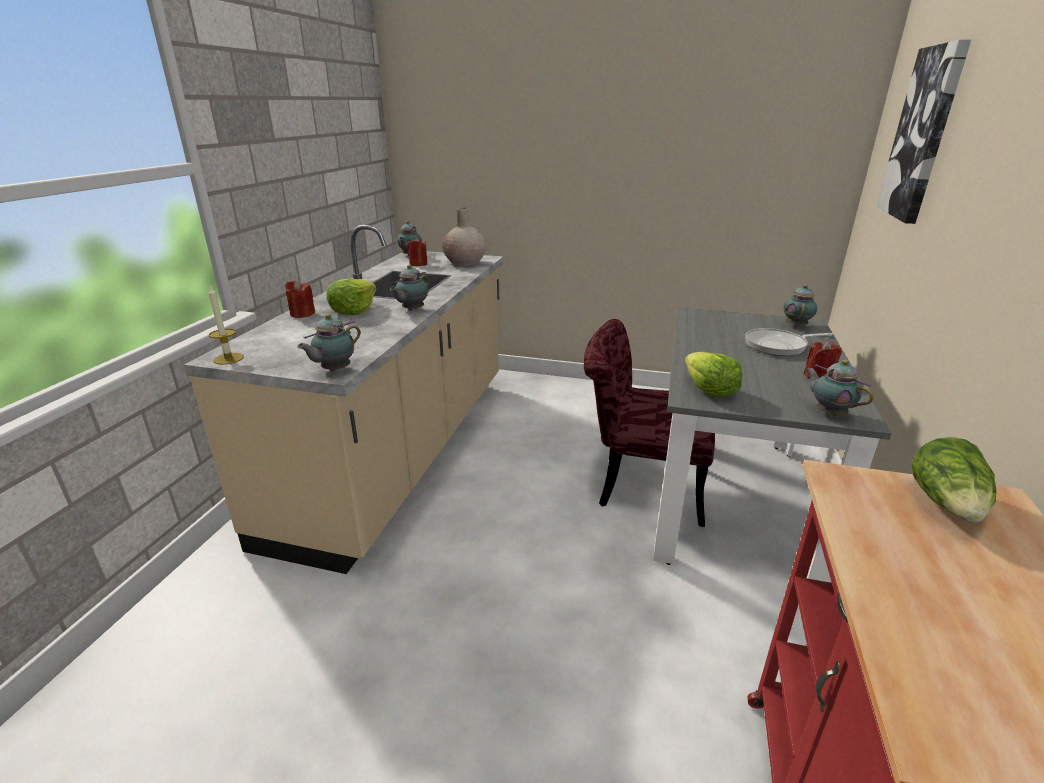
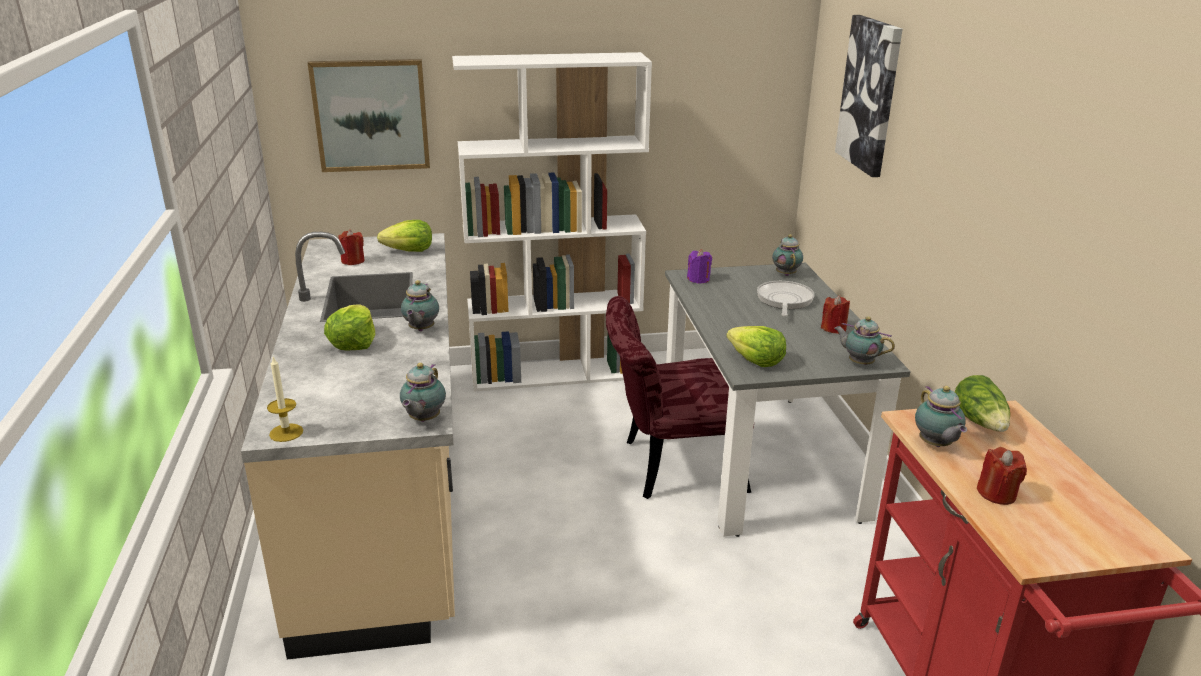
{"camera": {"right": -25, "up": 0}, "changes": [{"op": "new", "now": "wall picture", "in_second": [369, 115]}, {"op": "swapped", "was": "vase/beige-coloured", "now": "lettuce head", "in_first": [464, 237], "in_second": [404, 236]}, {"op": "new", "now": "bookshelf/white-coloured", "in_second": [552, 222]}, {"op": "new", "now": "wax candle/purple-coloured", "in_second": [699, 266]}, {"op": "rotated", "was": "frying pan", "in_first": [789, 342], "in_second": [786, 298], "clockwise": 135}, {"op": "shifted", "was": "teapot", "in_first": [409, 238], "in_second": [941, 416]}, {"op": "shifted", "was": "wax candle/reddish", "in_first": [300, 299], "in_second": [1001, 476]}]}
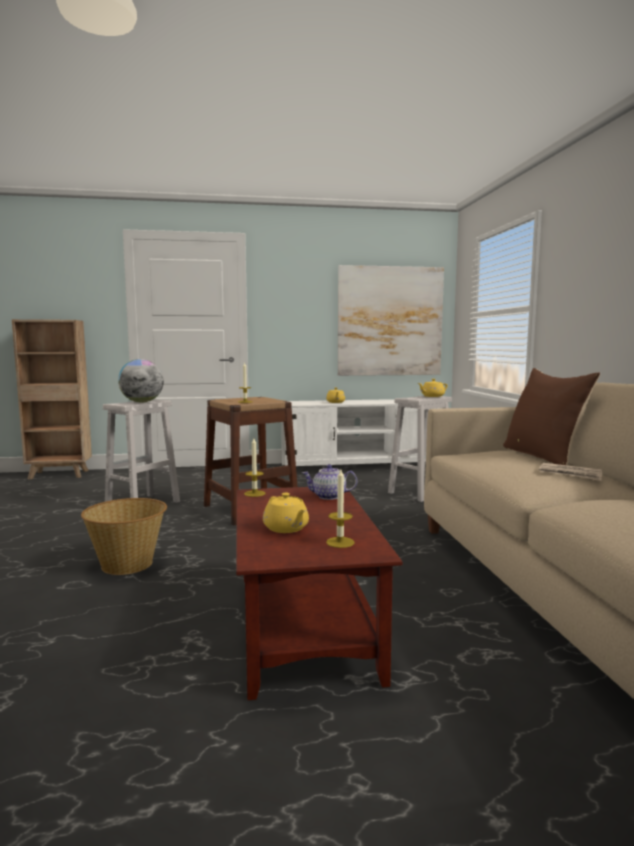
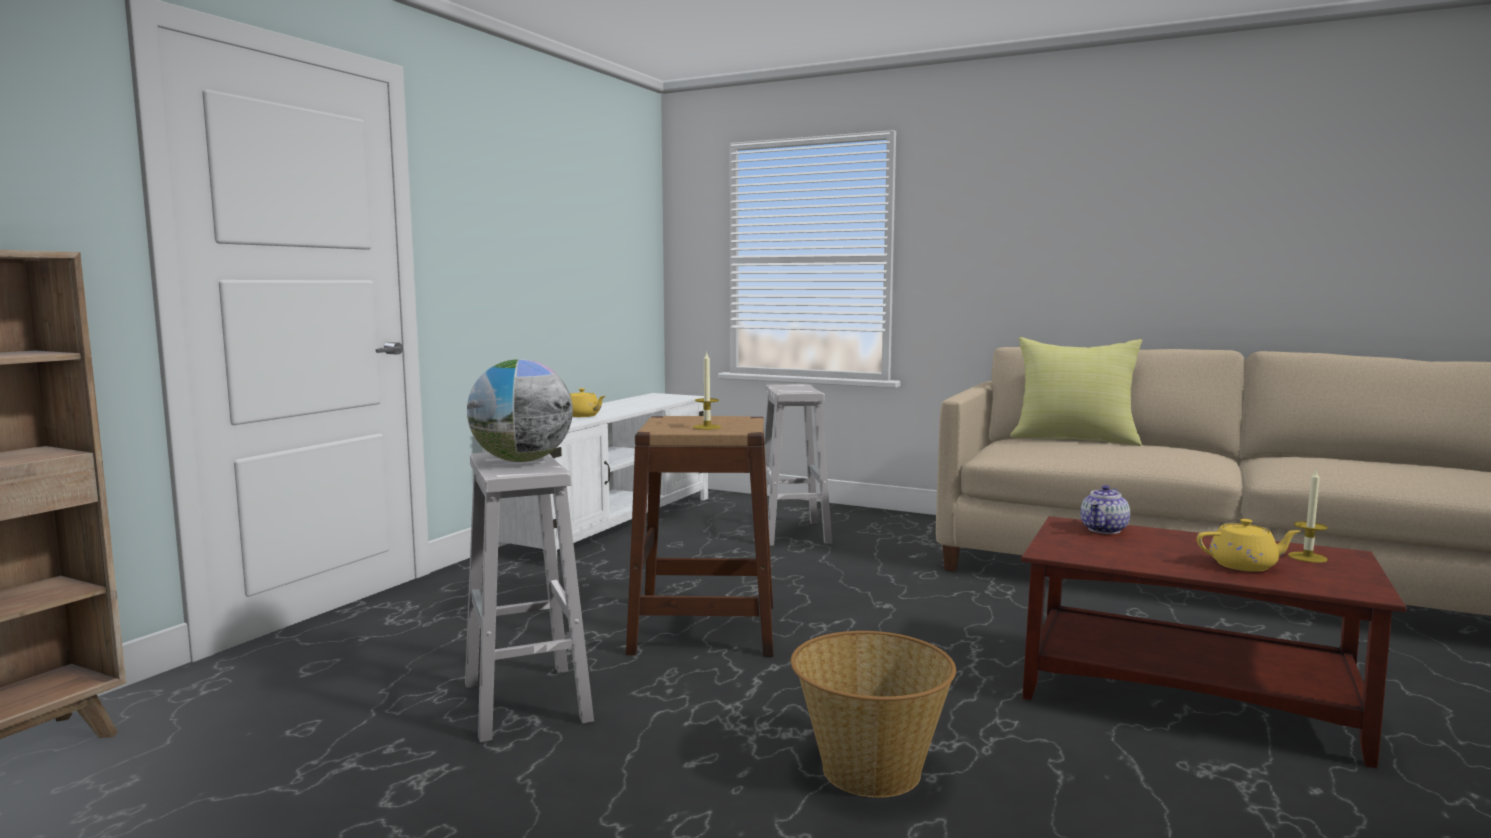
{"camera": {"right": -55, "up": 0}, "changes": [{"op": "repainted", "was": "throw pillow/brown", "now": "throw pillow/yellowish", "in_first": [551, 416], "in_second": [1076, 391]}, {"op": "gone", "was": "wax candle", "in_first": [254, 467]}, {"op": "gone", "was": "wall picture", "in_first": [391, 320]}, {"op": "gone", "was": "teapot/yellowish", "in_first": [432, 388]}, {"op": "gone", "was": "newspaper", "in_first": [570, 472]}]}
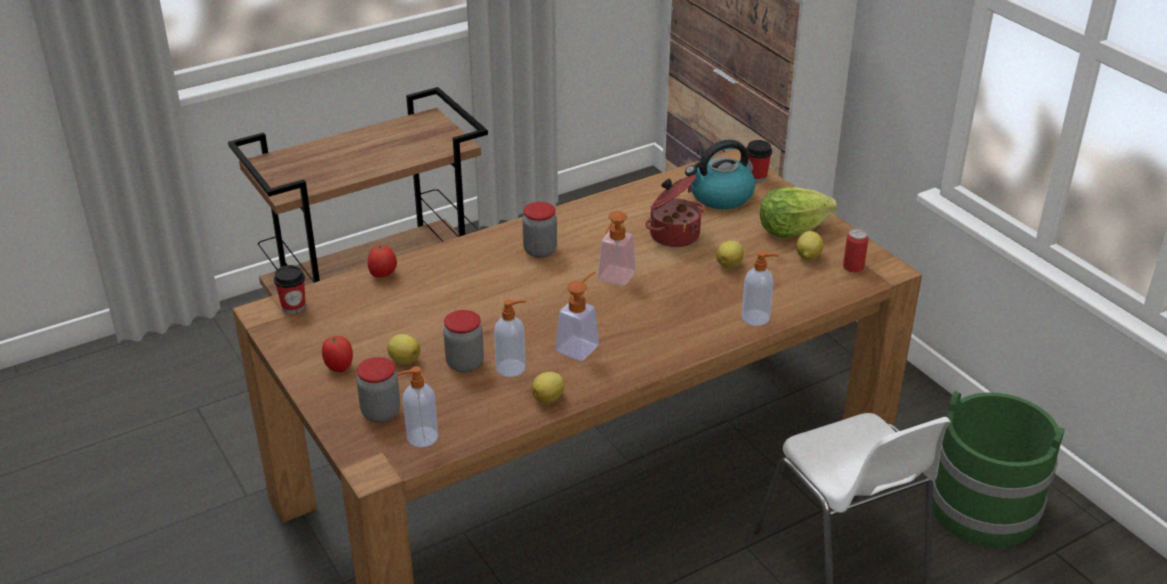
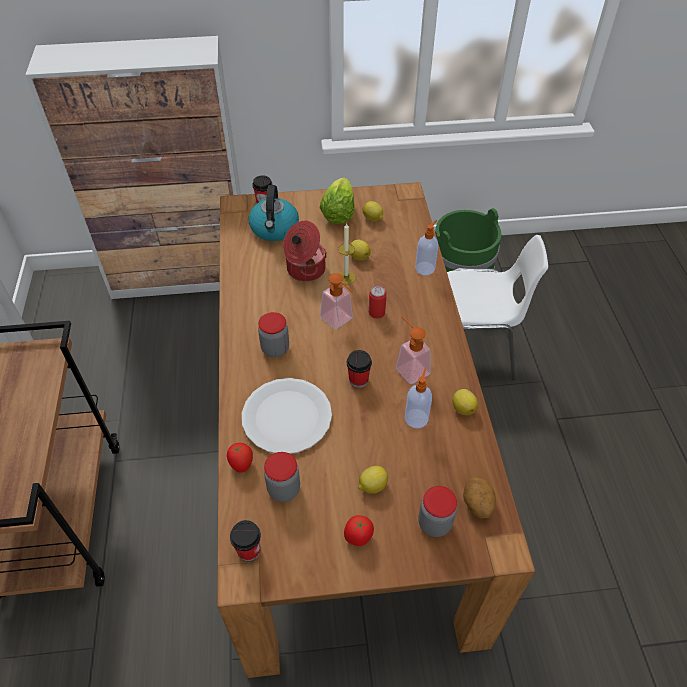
{"camera": {"right": -65, "up": 15}, "changes": [{"op": "new", "now": "flat dish/white-coloured", "in_second": [287, 416]}, {"op": "shifted", "was": "preserve jar", "in_first": [463, 341], "in_second": [282, 477]}, {"op": "new", "now": "wax candle", "in_second": [347, 253]}, {"op": "new", "now": "small cup", "in_second": [359, 369]}, {"op": "shifted", "was": "metal can", "in_first": [855, 250], "in_second": [378, 302]}, {"op": "swapped", "was": "soap dispenser", "now": "potato", "in_first": [417, 406], "in_second": [479, 497]}]}
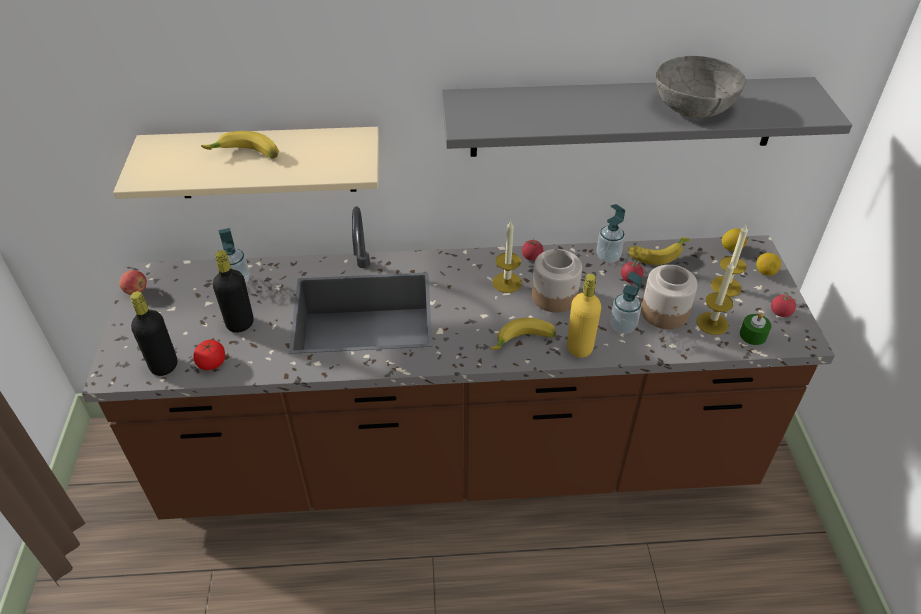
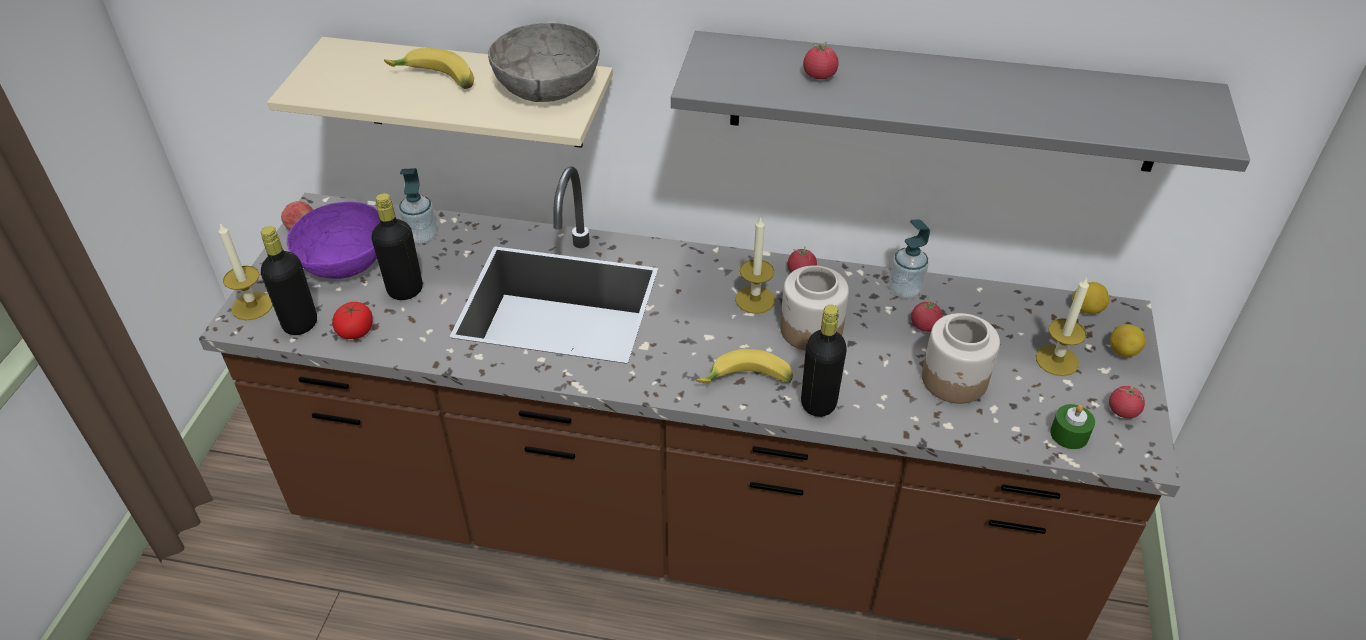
{"camera": {"right": 15, "up": 0}, "changes": [{"op": "shifted", "was": "wax candle", "in_first": [715, 298], "in_second": [246, 271]}, {"op": "new", "now": "serving bowl/purple-coloured", "in_second": [333, 240]}, {"op": "shifted", "was": "serving bowl/grey", "in_first": [700, 87], "in_second": [544, 62]}, {"op": "repainted", "was": "drink bottle/yellowish", "now": "drink bottle/black-coloured", "in_first": [584, 316], "in_second": [824, 361]}, {"op": "new", "now": "whole tomato", "in_second": [821, 60]}, {"op": "gone", "was": "soap dispenser", "in_first": [626, 302]}, {"op": "gone", "was": "banana", "in_first": [659, 251]}]}
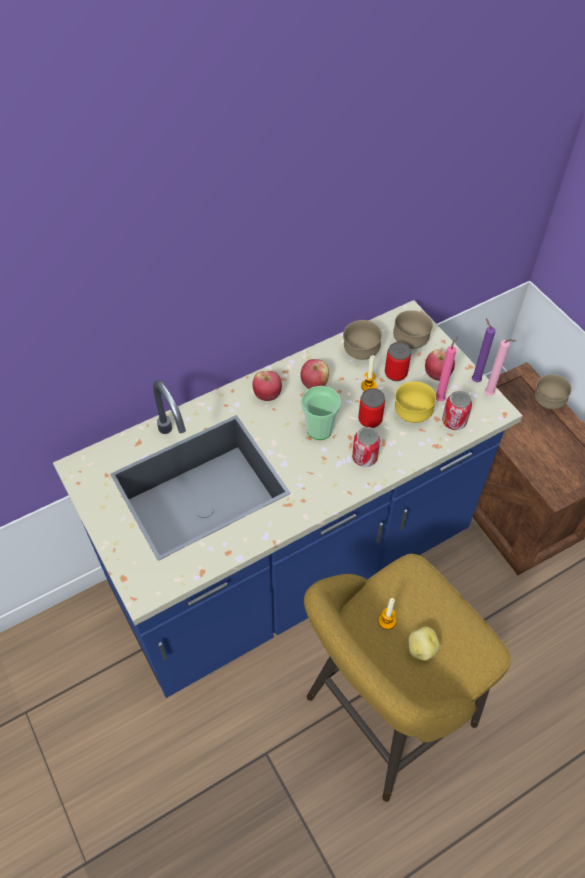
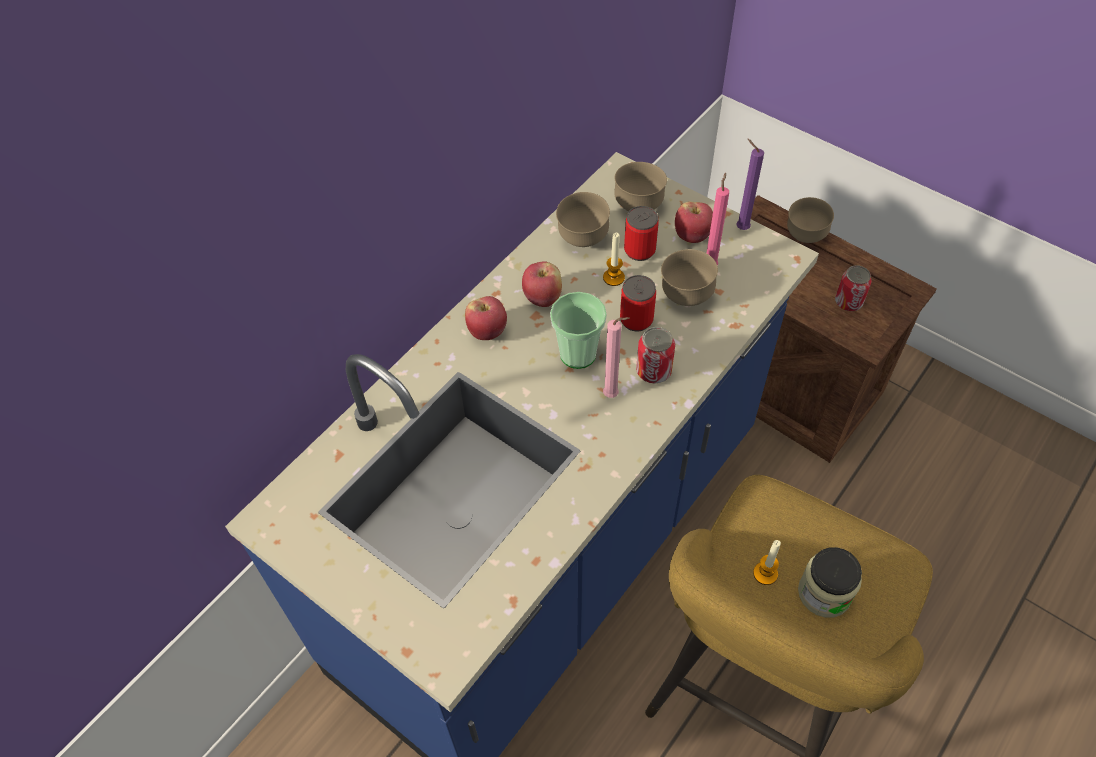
{"camera": {"right": -20, "up": 0}, "changes": [{"op": "shifted", "was": "wax candle/pink-coloured", "in_first": [500, 367], "in_second": [616, 357]}, {"op": "repainted", "was": "serving bowl/yellowish", "now": "serving bowl/brown", "in_first": [415, 402], "in_second": [689, 277]}, {"op": "swapped", "was": "potato", "now": "preserve jar", "in_first": [424, 643], "in_second": [830, 582]}, {"op": "shifted", "was": "metal can", "in_first": [457, 410], "in_second": [853, 288]}]}
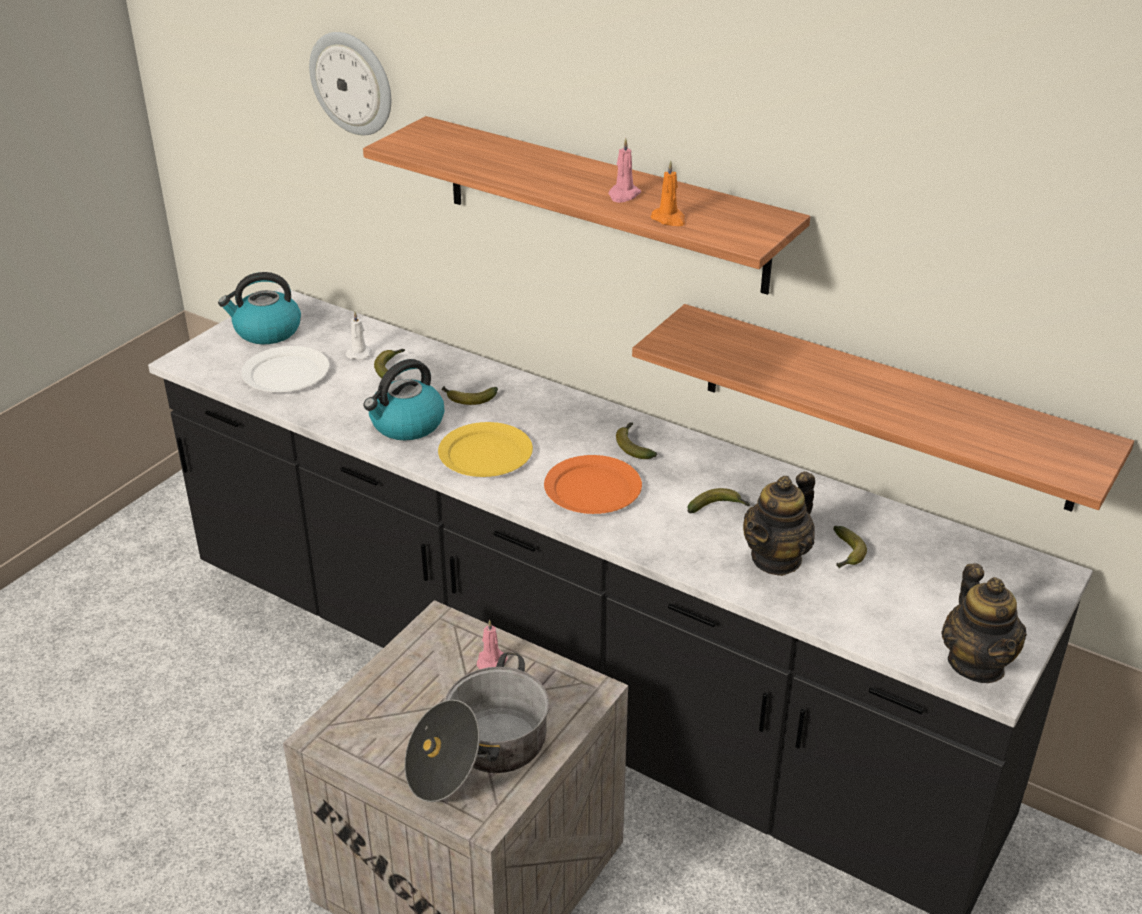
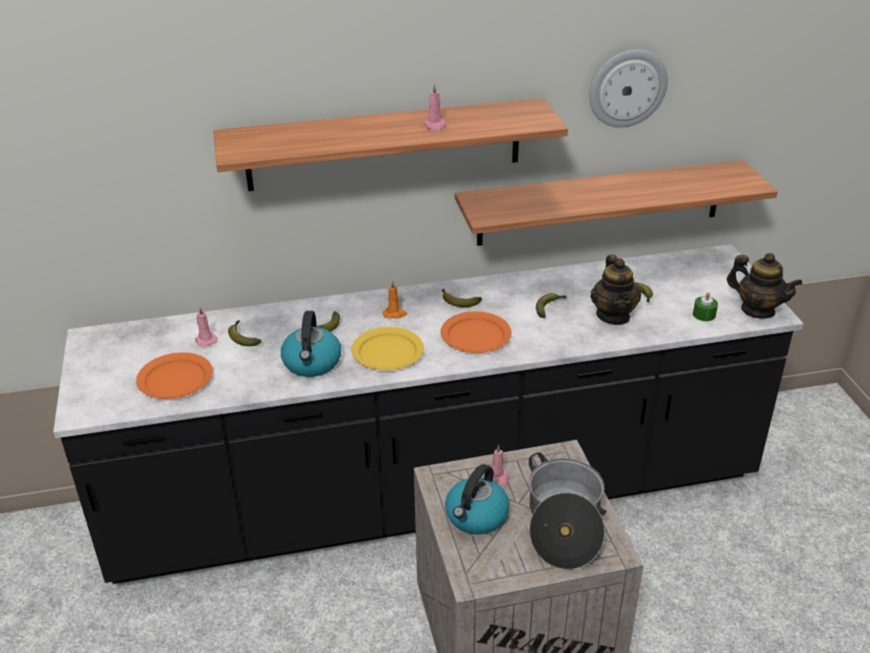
{"camera": {"right": -45, "up": 0}, "changes": [{"op": "repainted", "was": "flat dish/white-coloured", "now": "flat dish/orange-coloured", "in_first": [285, 369], "in_second": [174, 375]}, {"op": "repainted", "was": "wax candle/white-coloured", "now": "wax candle/pink-coloured", "in_first": [359, 335], "in_second": [206, 327]}, {"op": "shifted", "was": "wax candle/orange-coloured", "in_first": [668, 193], "in_second": [395, 300]}, {"op": "shifted", "was": "water kettle", "in_first": [259, 308], "in_second": [477, 499]}, {"op": "shifted", "was": "hanging clock", "in_first": [350, 83], "in_second": [629, 88]}, {"op": "new", "now": "wax candle/green-coloured", "in_second": [705, 306]}]}
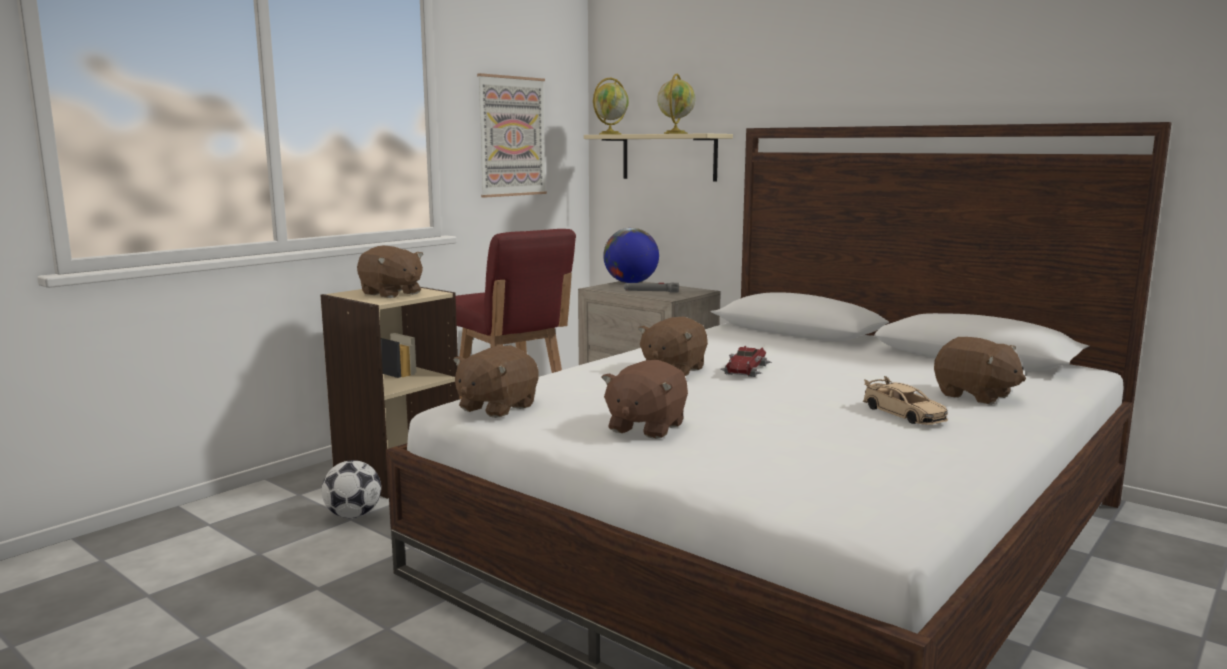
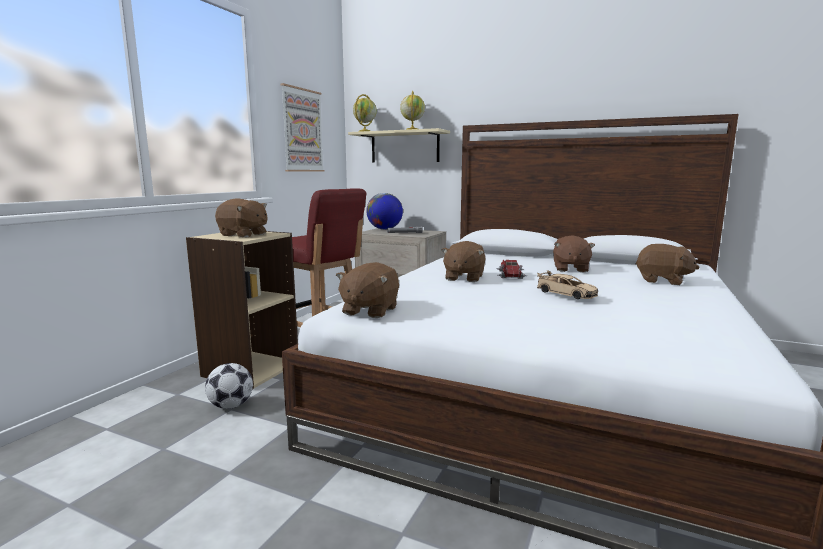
{"camera": {"right": -15, "up": 0}, "changes": [{"op": "shifted", "was": "model car/beige-coloured", "in_first": [905, 400], "in_second": [567, 284]}, {"op": "shifted", "was": "plush toy/brown", "in_first": [644, 399], "in_second": [574, 253]}]}
